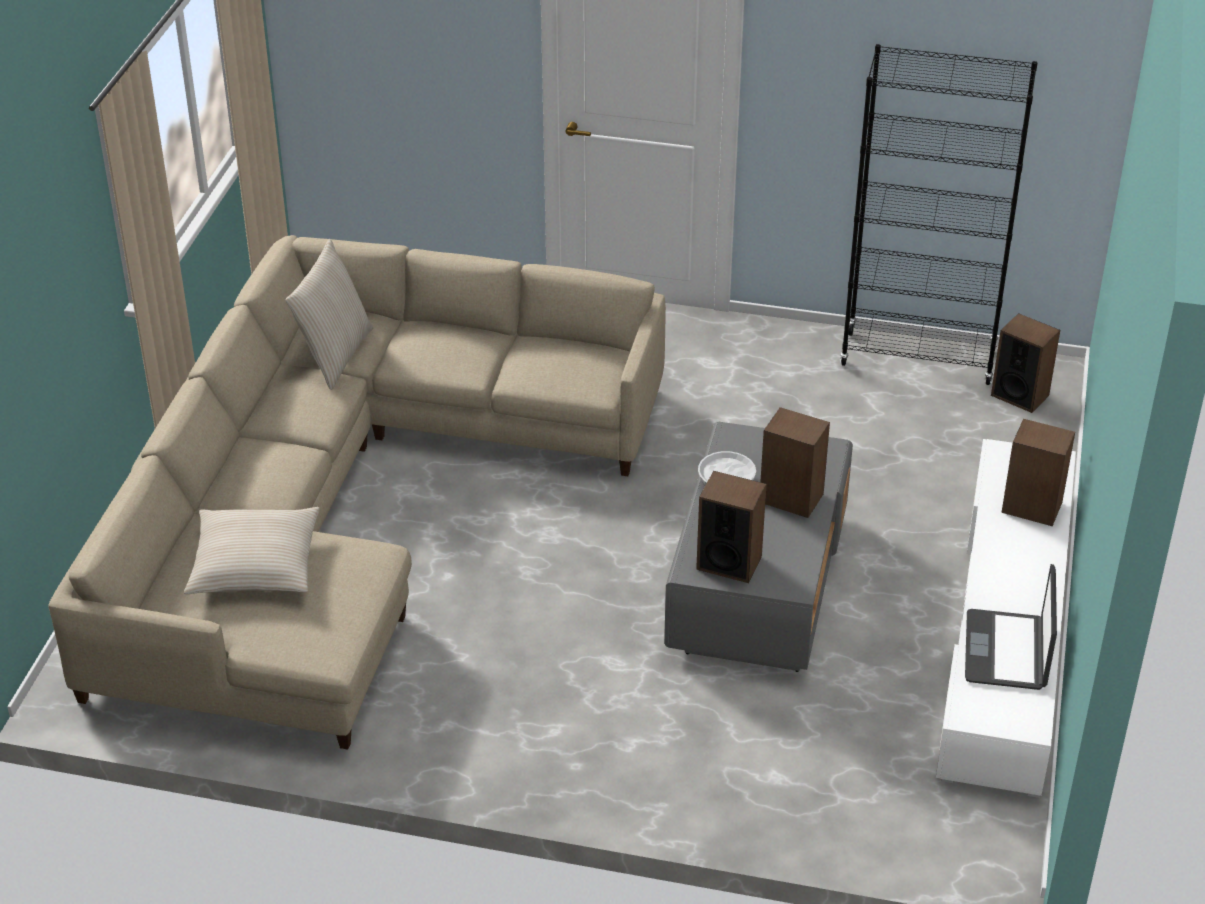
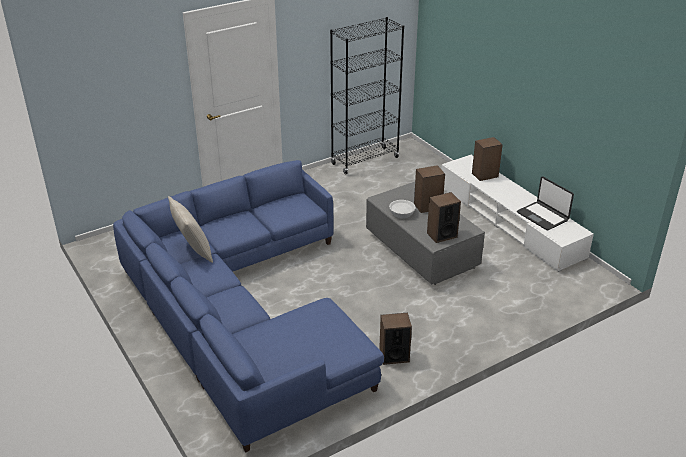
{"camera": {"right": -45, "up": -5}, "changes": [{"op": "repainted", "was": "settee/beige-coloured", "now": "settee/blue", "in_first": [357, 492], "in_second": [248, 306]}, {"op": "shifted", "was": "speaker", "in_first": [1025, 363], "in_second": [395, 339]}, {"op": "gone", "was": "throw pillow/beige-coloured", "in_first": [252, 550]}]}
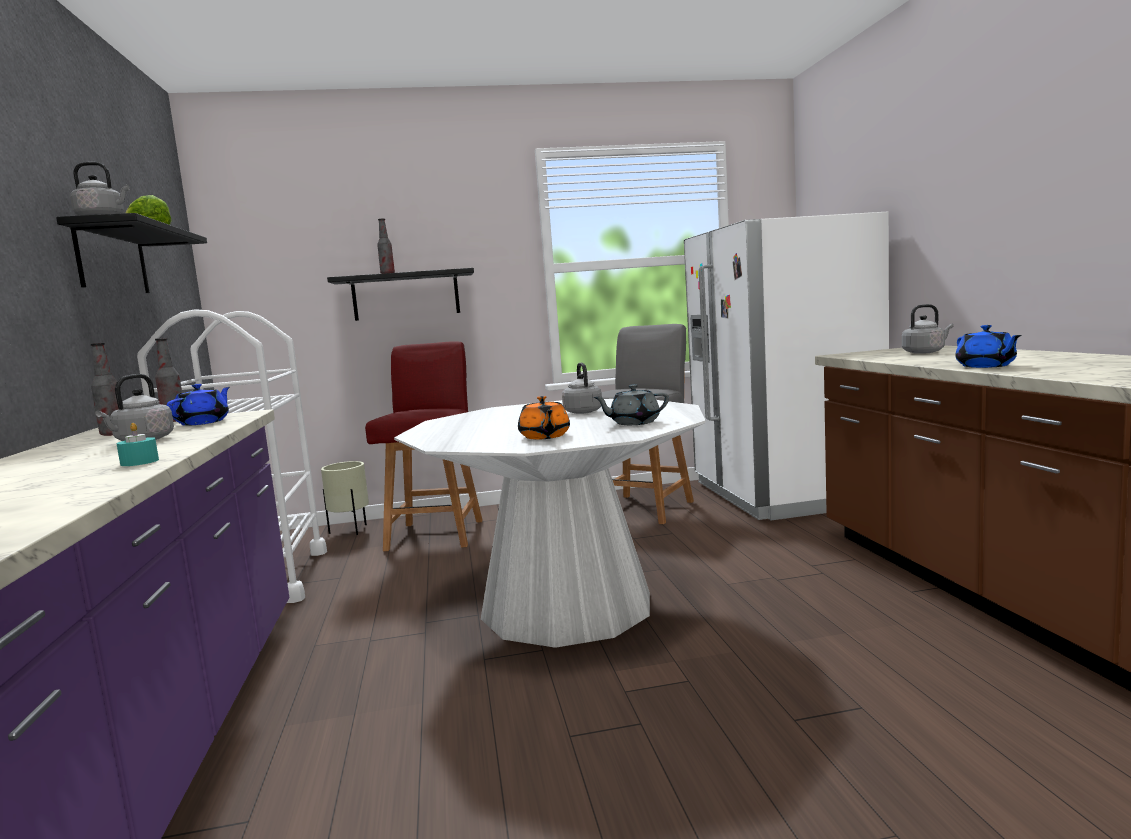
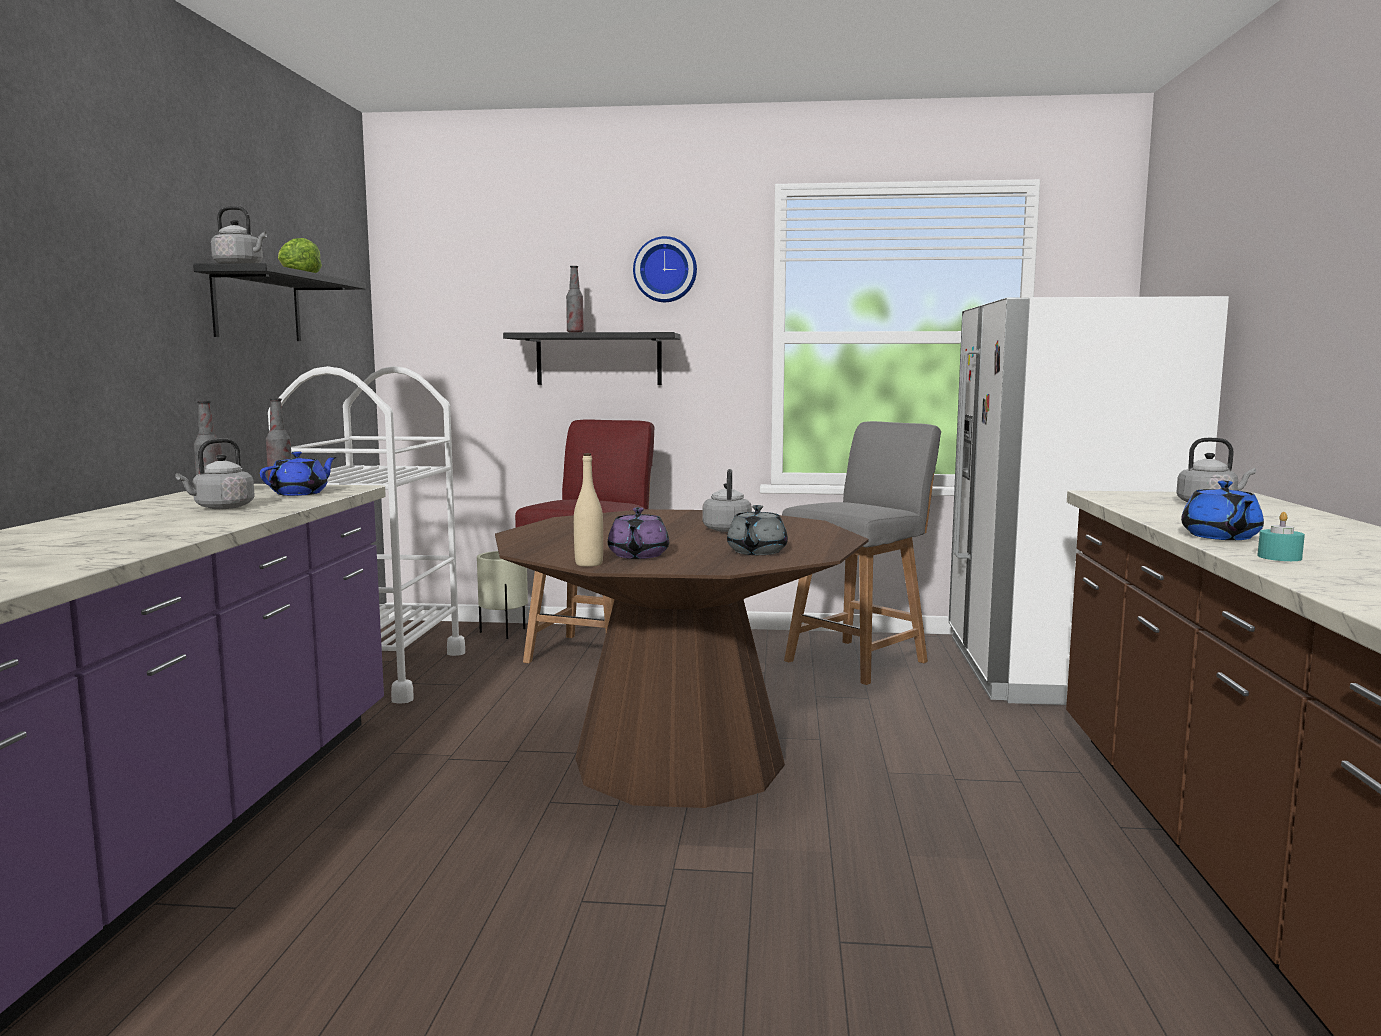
{"camera": {"right": 15, "up": 0}, "changes": [{"op": "repainted", "was": "dinner table/white-coloured", "now": "dinner table/brown", "in_first": [550, 523], "in_second": [681, 658]}, {"op": "new", "now": "drink bottle/beige-coloured", "in_second": [588, 510]}, {"op": "repainted", "was": "teapot/orange-coloured", "now": "teapot/purple-coloured", "in_first": [544, 417], "in_second": [638, 533]}, {"op": "new", "now": "hanging clock", "in_second": [665, 269]}, {"op": "rotated", "was": "teapot/grey", "in_first": [631, 404], "in_second": [757, 530], "clockwise": -75}, {"op": "shifted", "was": "wax candle/turquoise-coloured", "in_first": [137, 444], "in_second": [1281, 536]}]}
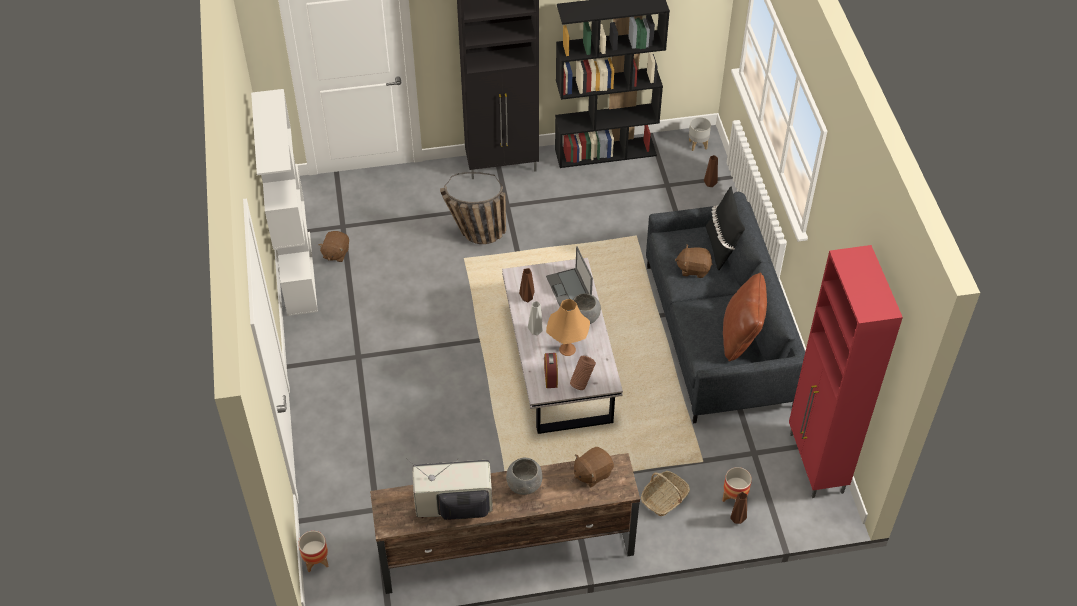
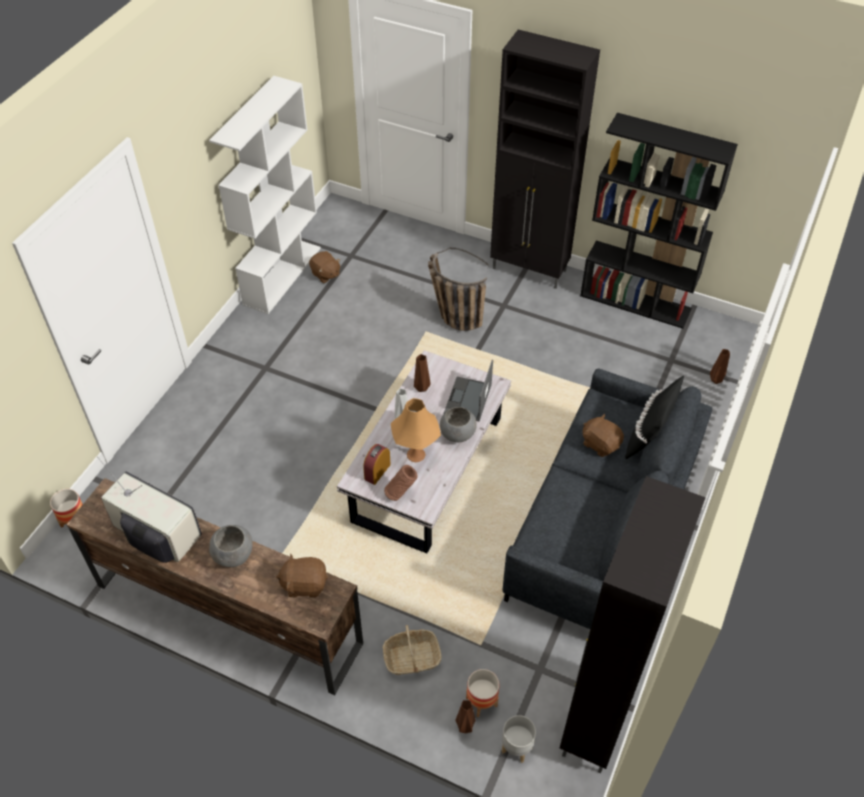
{"camera": {"right": 35, "up": 0}, "changes": [{"op": "rotated", "was": "plush toy/brown", "in_first": [334, 246], "in_second": [325, 267], "clockwise": -90}, {"op": "shifted", "was": "flower pot/grey", "in_first": [700, 134], "in_second": [519, 739]}, {"op": "repainted", "was": "storage cabinet/reddish", "now": "storage cabinet/black-coloured", "in_first": [846, 371], "in_second": [633, 624]}, {"op": "gone", "was": "throw pillow/brown", "in_first": [745, 317]}]}
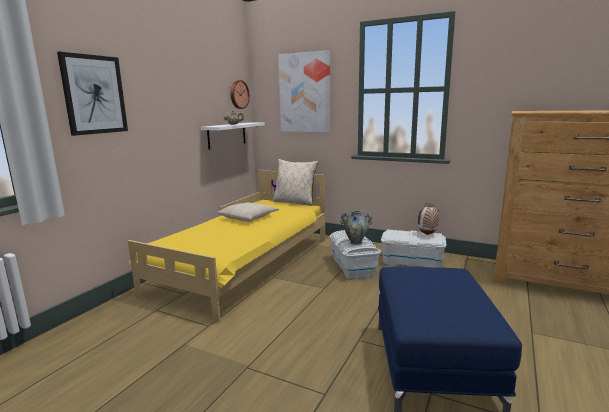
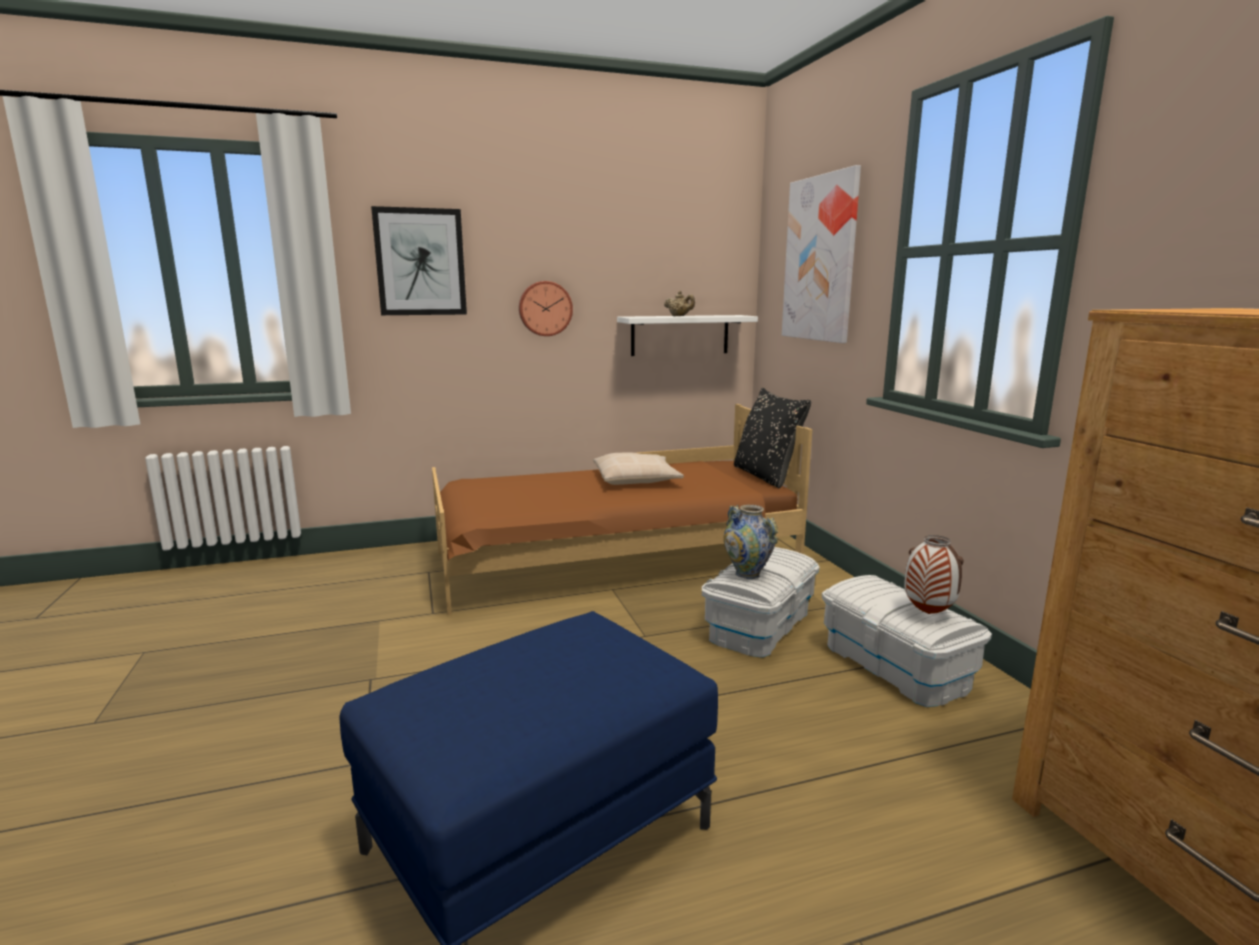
{"camera": {"right": 45, "up": 0}, "changes": [{"op": "repainted", "was": "bedroom bed/yellowish", "now": "bedroom bed/brown", "in_first": [226, 246], "in_second": [622, 509]}, {"op": "shifted", "was": "hanging clock", "in_first": [240, 94], "in_second": [546, 308]}, {"op": "repainted", "was": "throw pillow/beige-coloured", "now": "throw pillow/black-coloured", "in_first": [295, 182], "in_second": [772, 438]}]}
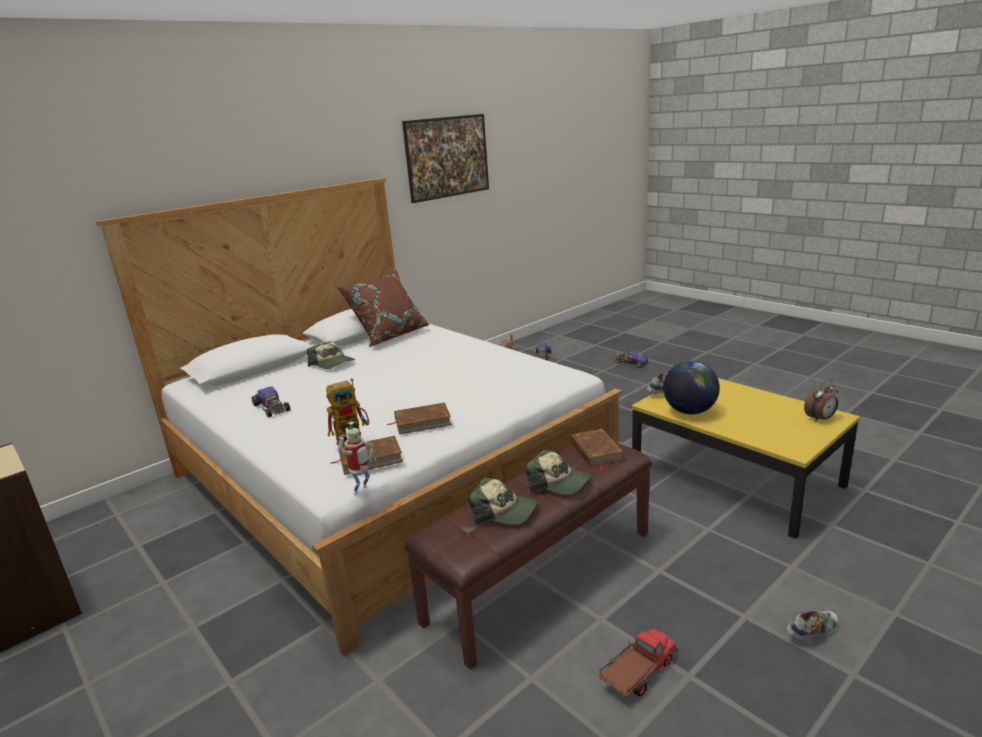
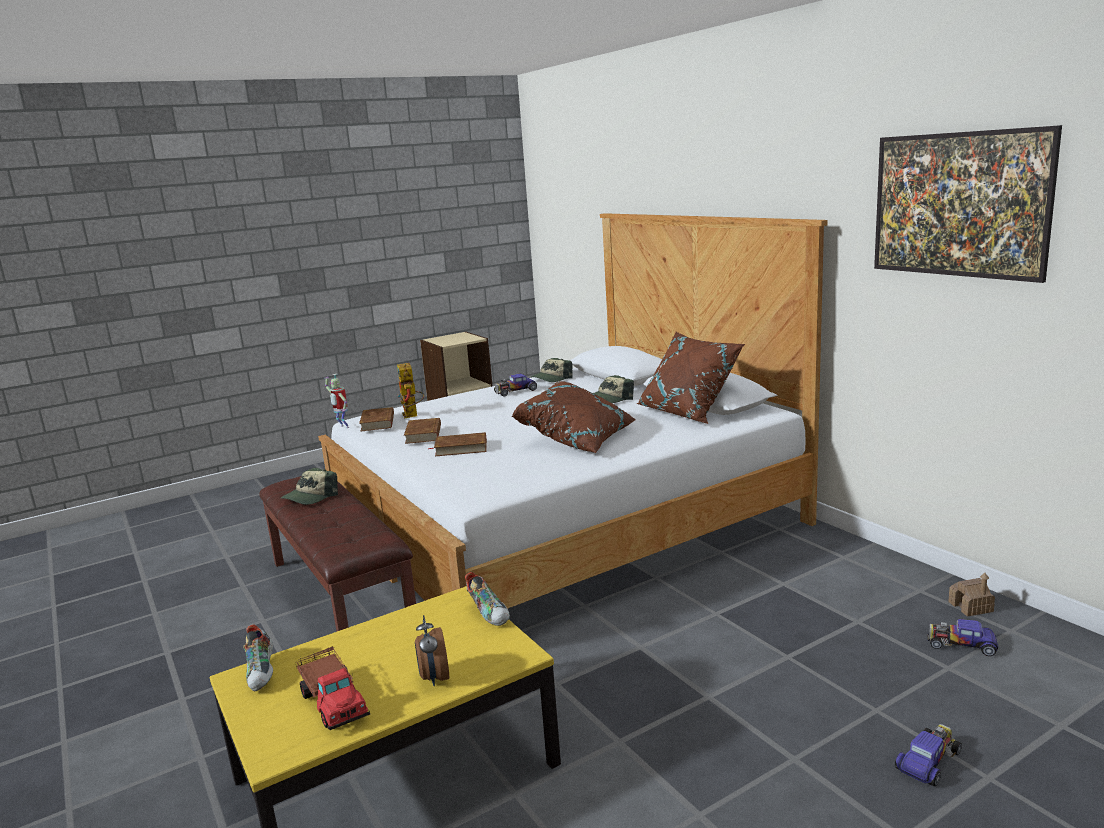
{"camera": {"right": 100, "up": -5}, "changes": [{"op": "shifted", "was": "item of footwear", "in_first": [812, 624], "in_second": [258, 657]}, {"op": "shifted", "was": "toy truck", "in_first": [638, 662], "in_second": [332, 688]}, {"op": "shifted", "was": "alarm clock", "in_first": [821, 401], "in_second": [432, 650]}, {"op": "shifted", "was": "bound book/brown", "in_first": [597, 449], "in_second": [457, 444]}, {"op": "new", "now": "throw pillow/brown", "in_second": [573, 417]}, {"op": "shifted", "was": "cap", "in_first": [558, 472], "in_second": [550, 370]}, {"op": "gone", "was": "desk globe", "in_first": [691, 387]}]}
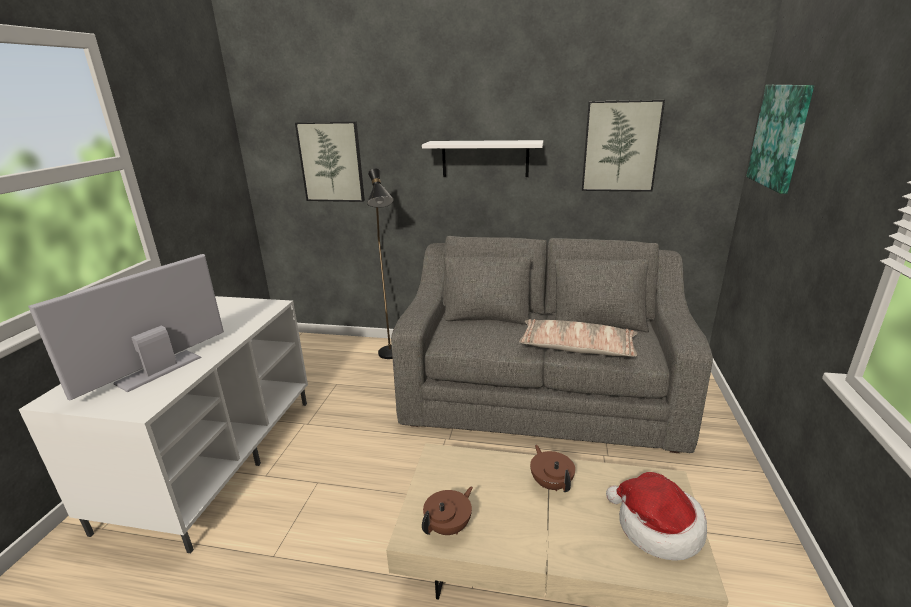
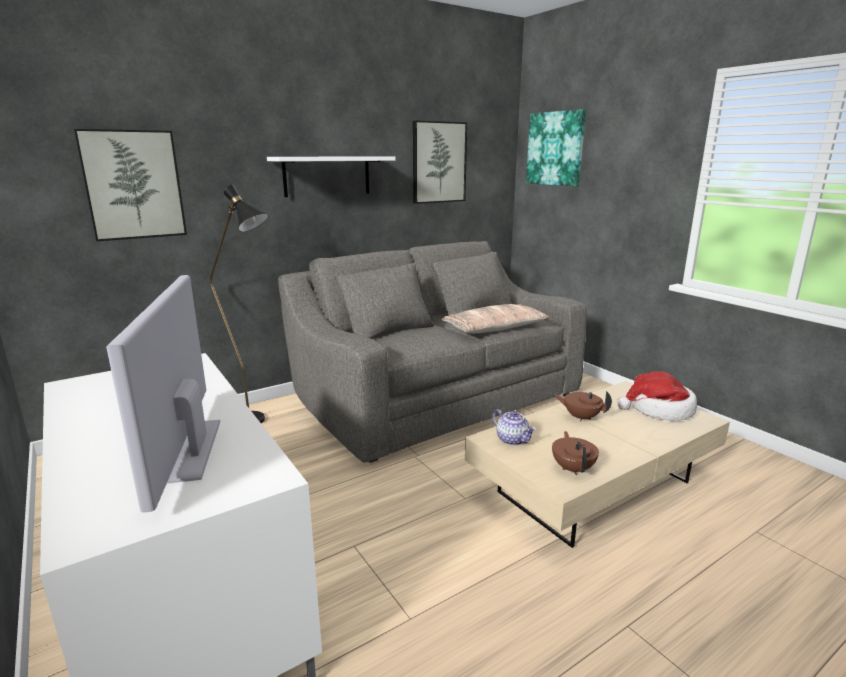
{"camera": {"right": -45, "up": -5}, "changes": [{"op": "new", "now": "teapot", "in_second": [514, 427]}]}
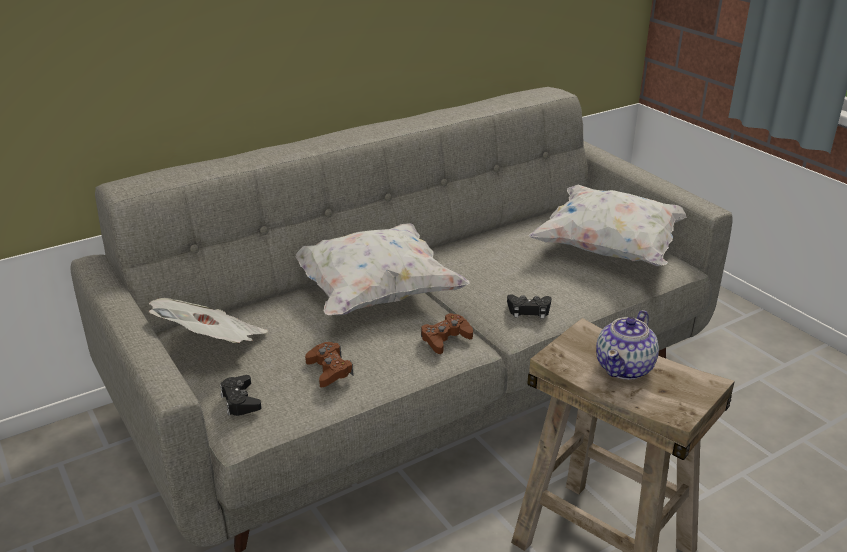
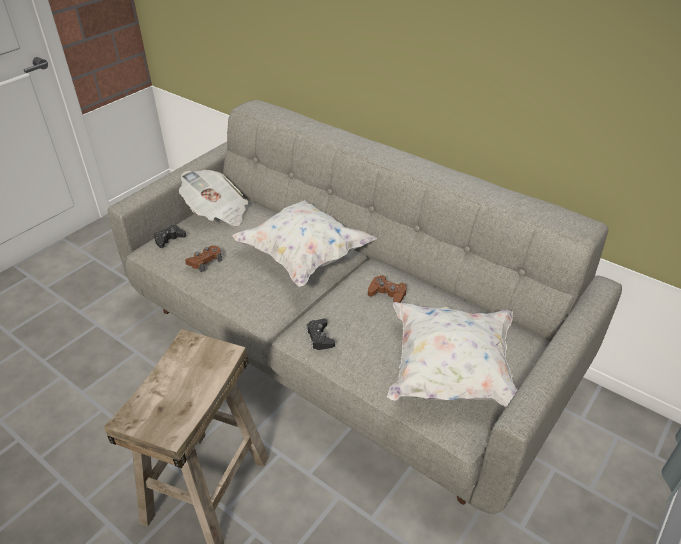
{"camera": {"right": 70, "up": 10}, "changes": [{"op": "shifted", "was": "joypad/brown", "in_first": [447, 333], "in_second": [387, 289]}, {"op": "gone", "was": "teapot", "in_first": [627, 345]}]}
